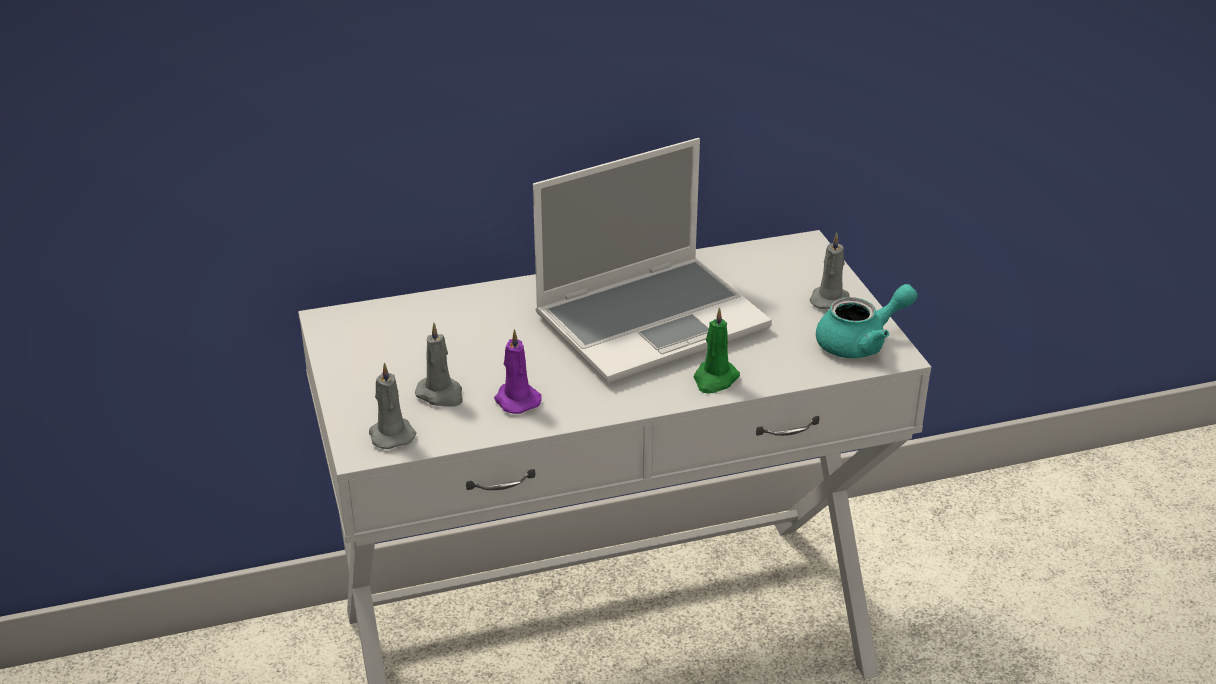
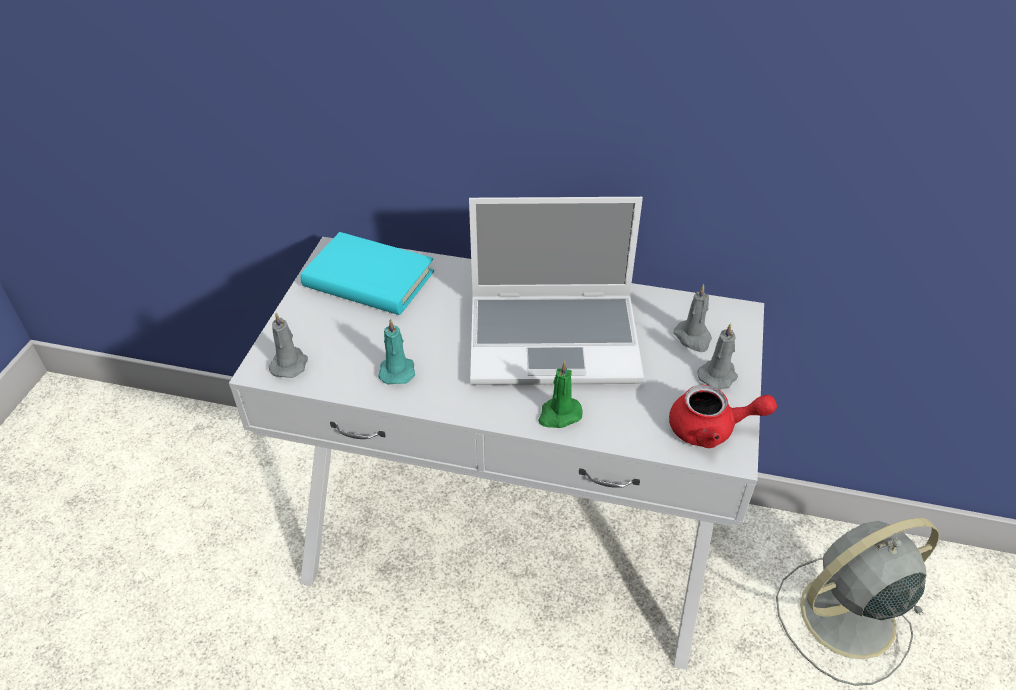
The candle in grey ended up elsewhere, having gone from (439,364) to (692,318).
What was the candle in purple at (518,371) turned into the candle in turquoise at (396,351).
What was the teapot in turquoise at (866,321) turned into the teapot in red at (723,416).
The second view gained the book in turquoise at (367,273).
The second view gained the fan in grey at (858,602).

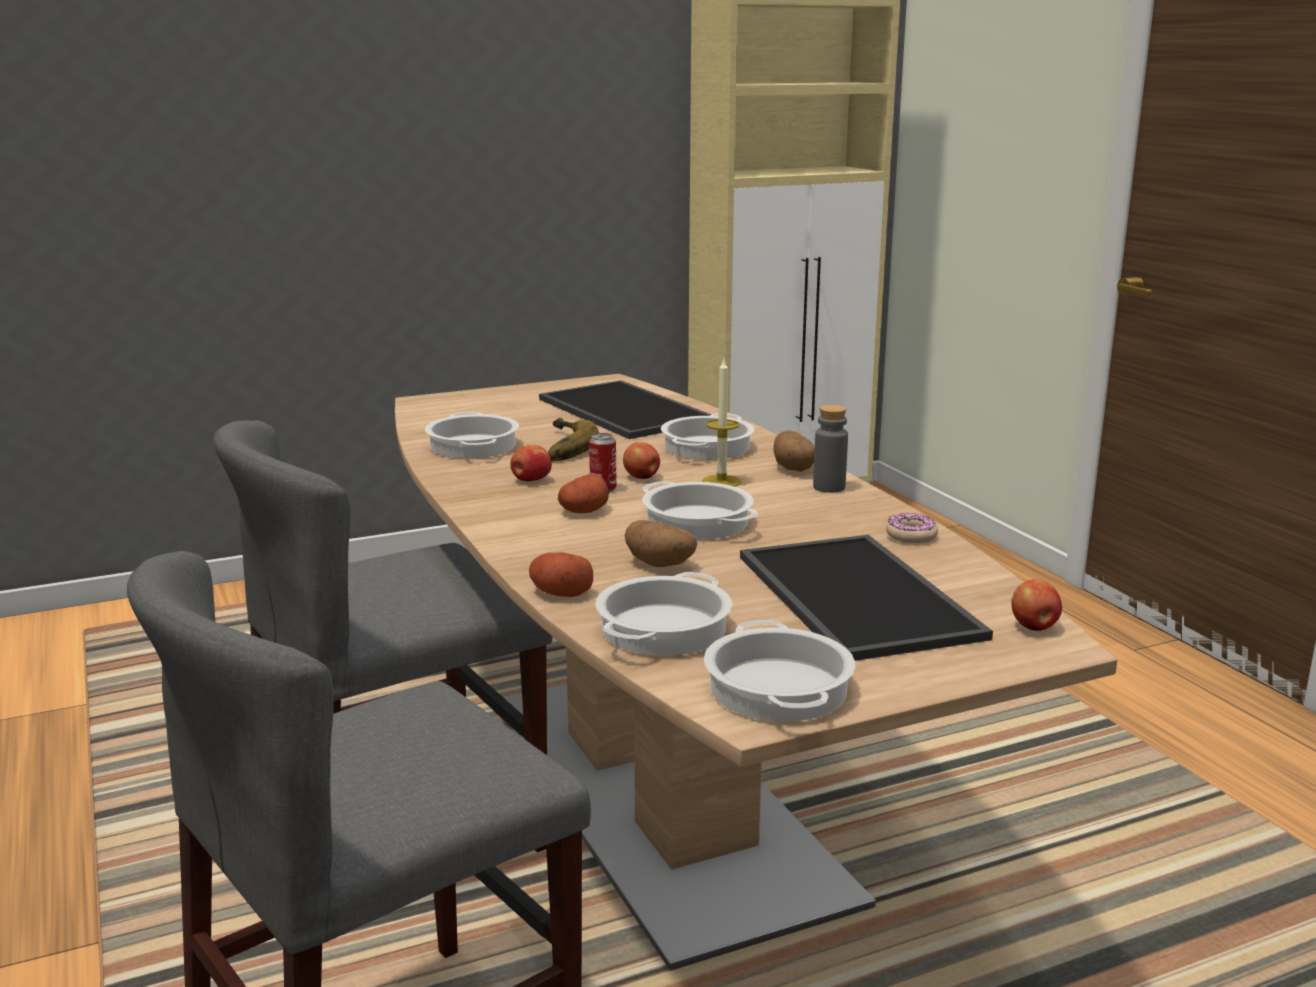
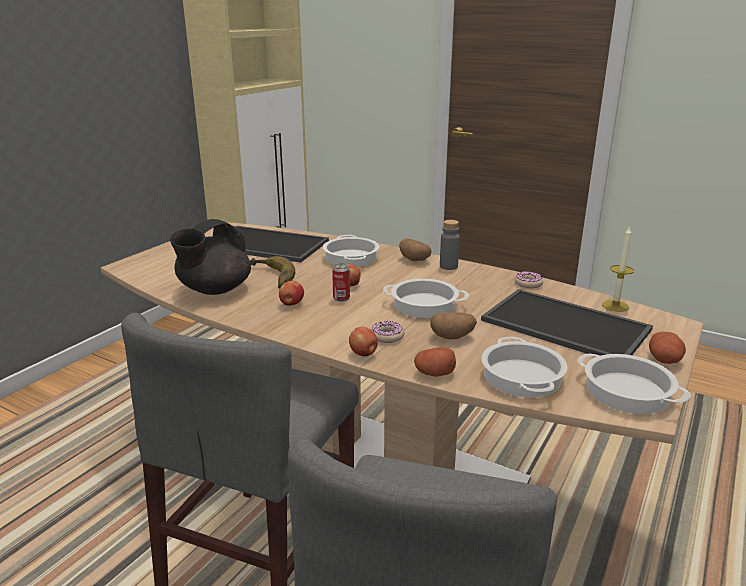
Where the cooking pot stood at (472,435), the teapot in black came to stand at (210,257).
The potato ended up elsewhere, having gone from (583,493) to (667,348).
The candle ended up elsewhere, having gone from (721,423) to (618,269).
The apple ended up elsewhere, having gone from (1036,605) to (363,341).
The second view gained the donut at (388,332).

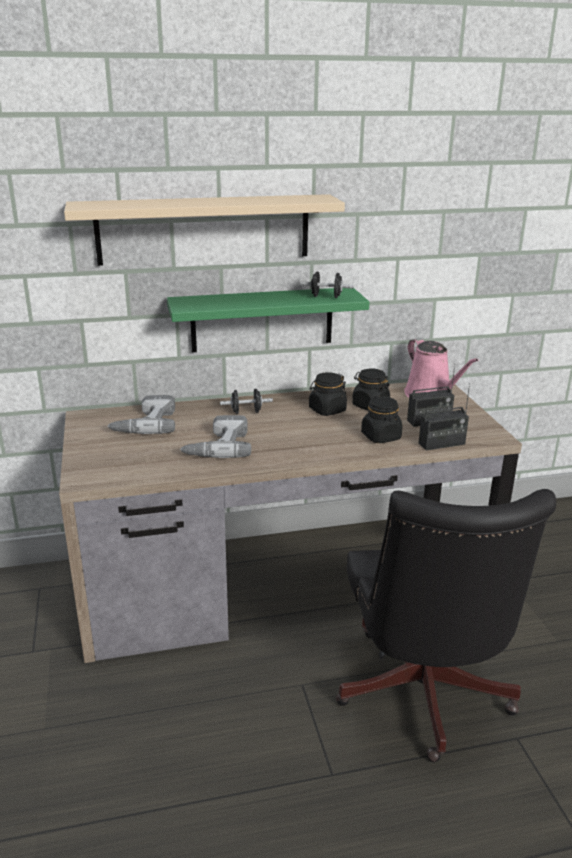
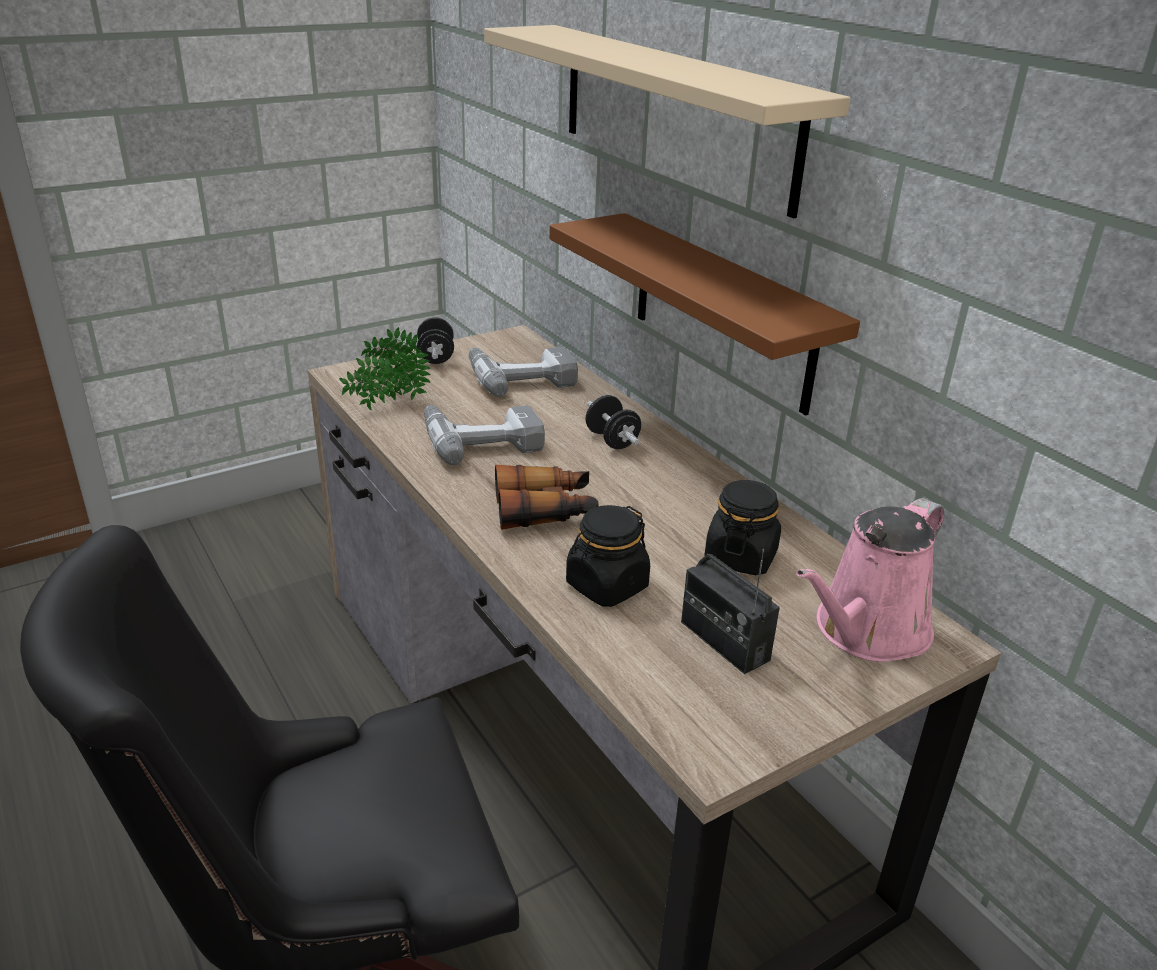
What was the shelf in green at (268,320) turned into the shelf in brown at (704,314).
The dumbbell in black ended up elsewhere, having gone from (327,285) to (435,340).
The second view lost the jar in black at (328,394).
The second view lost the radio at (444,417).
The second view gained the potted plant at (385,368).
The second view gained the binoculars at (547,497).

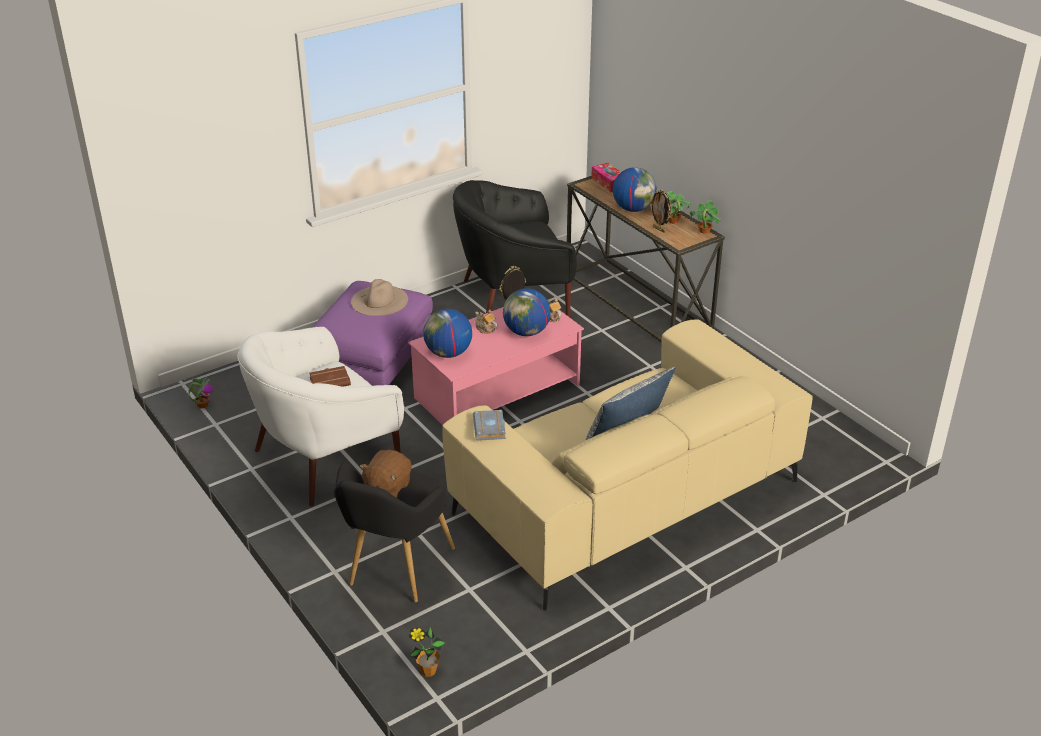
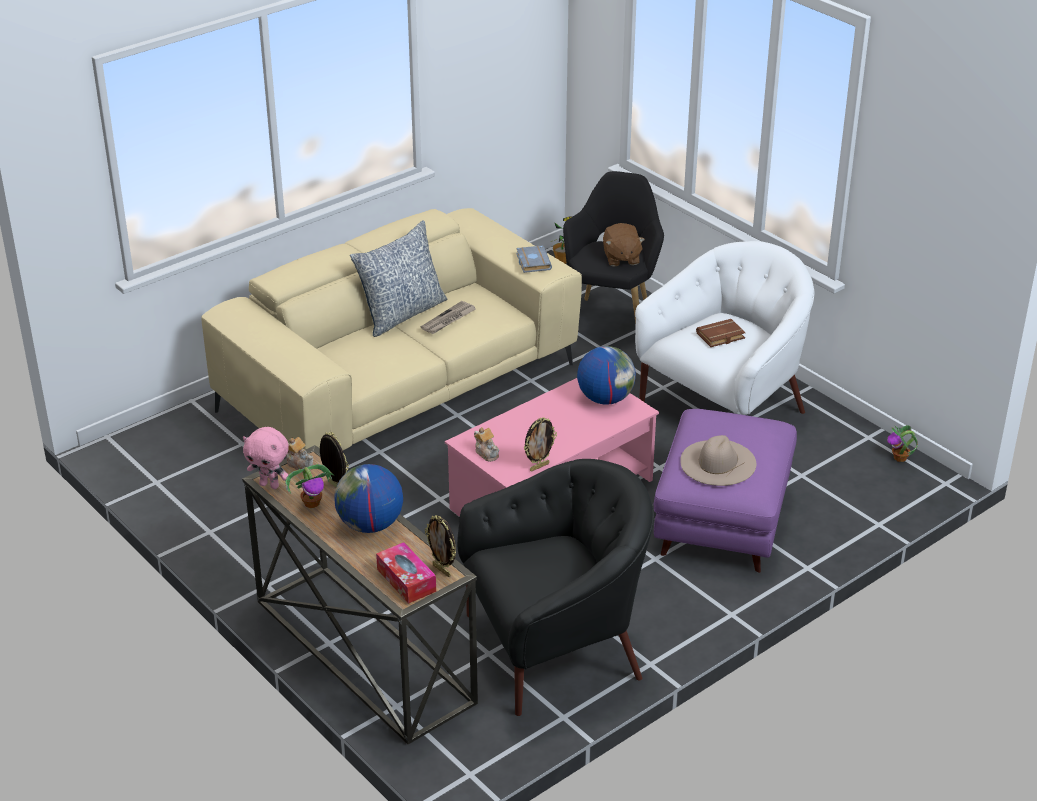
The plush toy in brown at (385,473) ended up facing another way, 150 degrees clockwise from before.
The teapot ended up elsewhere, having gone from (486,321) to (300,454).
The second view lost the globe at (527,312).
Where the potted plant stood at (706,217), the plush toy in pink came to stand at (266,458).
The second view gained the newspaper at (448,317).
The second view gained the picture frame at (440,546).

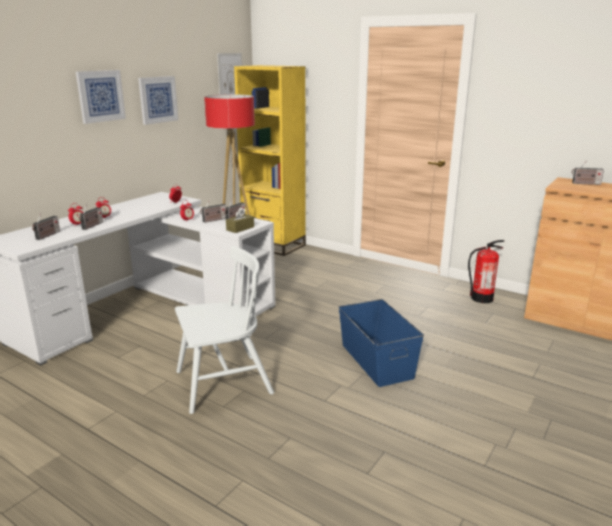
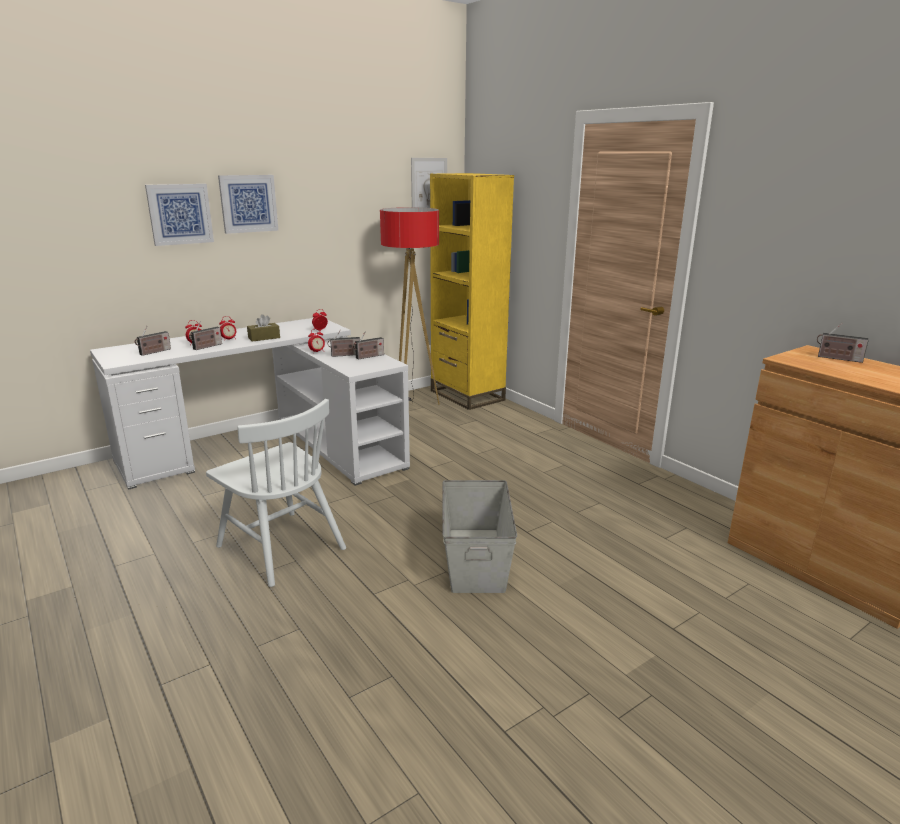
The picture ended up elsewhere, having gone from (158,100) to (179,215).
The chair in white at (224,330) ended up facing another way, 45 degrees clockwise from before.
The tissue box in brown ended up elsewhere, having gone from (240,220) to (263,328).
What was the storage box in blue at (381,343) turned into the storage box in grey at (480,536).
The second view lost the fire extinguisher at (486,271).

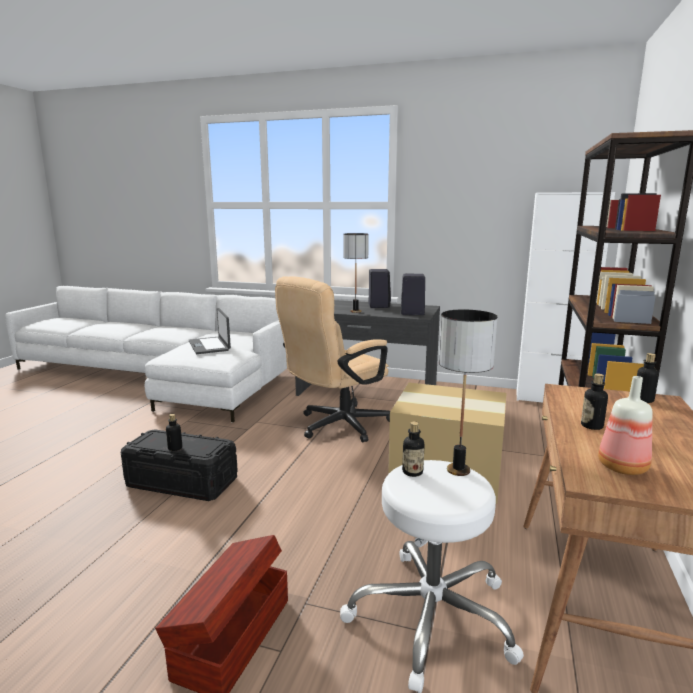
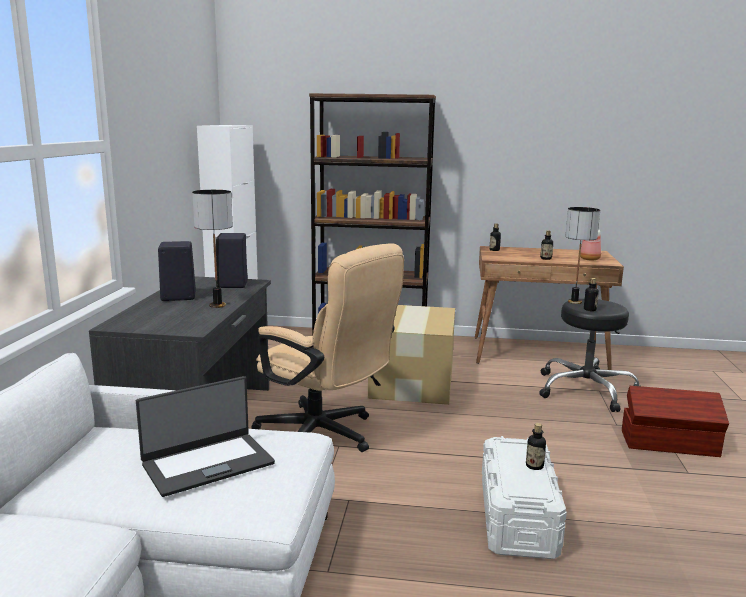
What was the storage box in black at (179,465) turned into the storage box in white at (524,497).
What was the stool in white at (432,576) turned into the stool in black at (589,355).

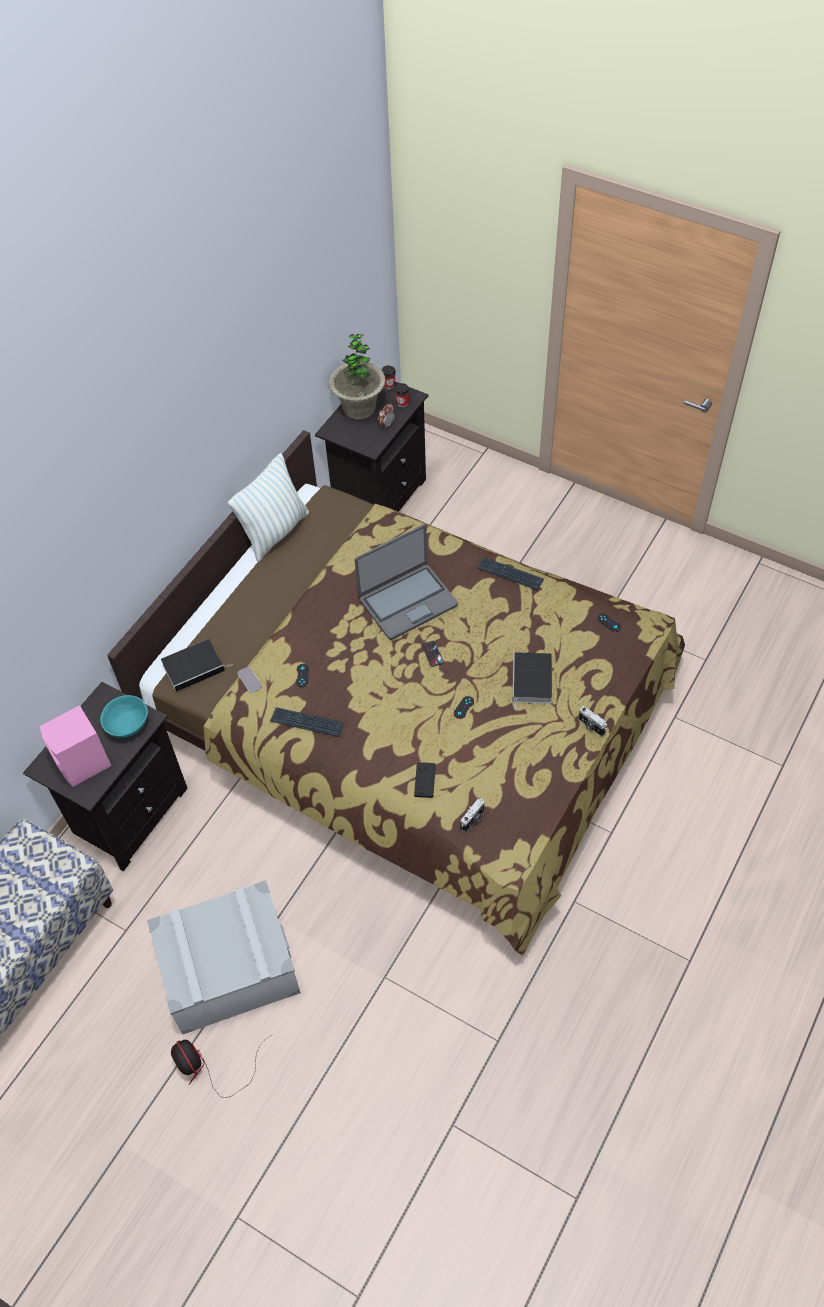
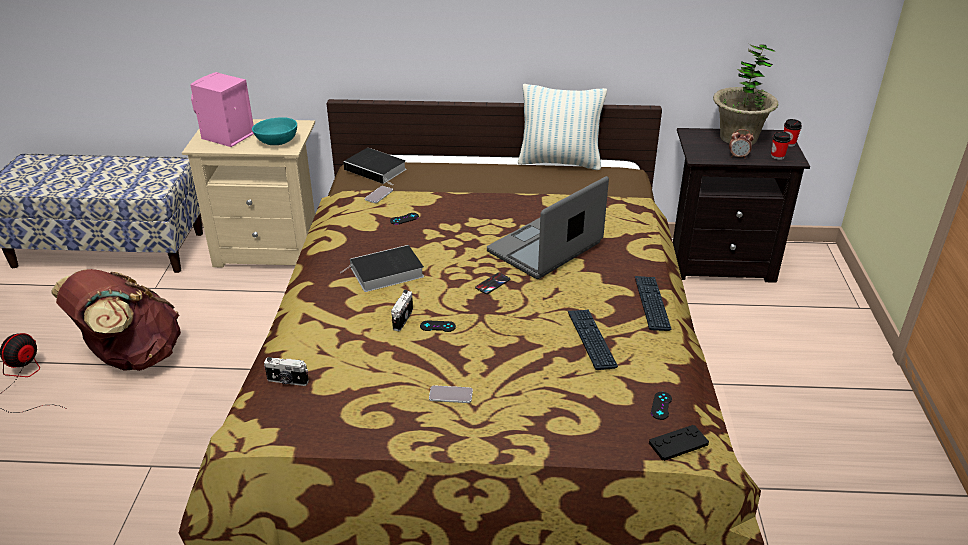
What was the nightstand in black at (105,776) turned into the nightstand in beige at (248,193).
Where the storage box in grey stood at (224,957), the backpack in brown came to stand at (116,320).
The keyboard ended up elsewhere, having gone from (307,722) to (593,339).
The laptop at (406,582) ended up facing another way, 105 degrees clockwise from before.
The game controller in black ended up elsewhere, having gone from (425,780) to (679,443).
The book ended up elsewhere, having gone from (532,681) to (382,268).
The photo camera ended up elsewhere, having gone from (592,721) to (402,310).
The second view gained the phone at (451,394).

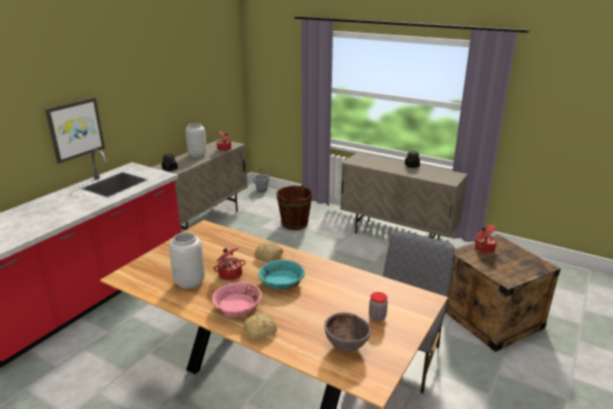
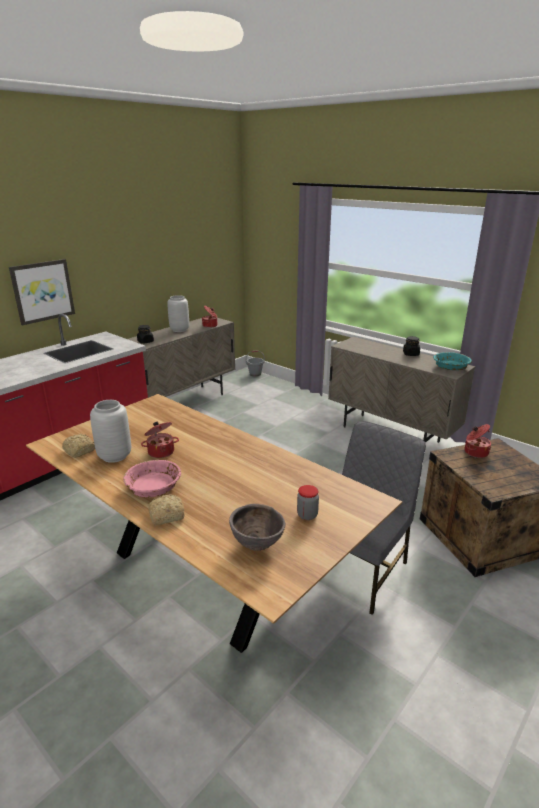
The bread ended up elsewhere, having gone from (269,252) to (78,446).
The bowl in turquoise ended up elsewhere, having gone from (281,275) to (452,361).
The second view lost the bucket in brown at (294,207).

